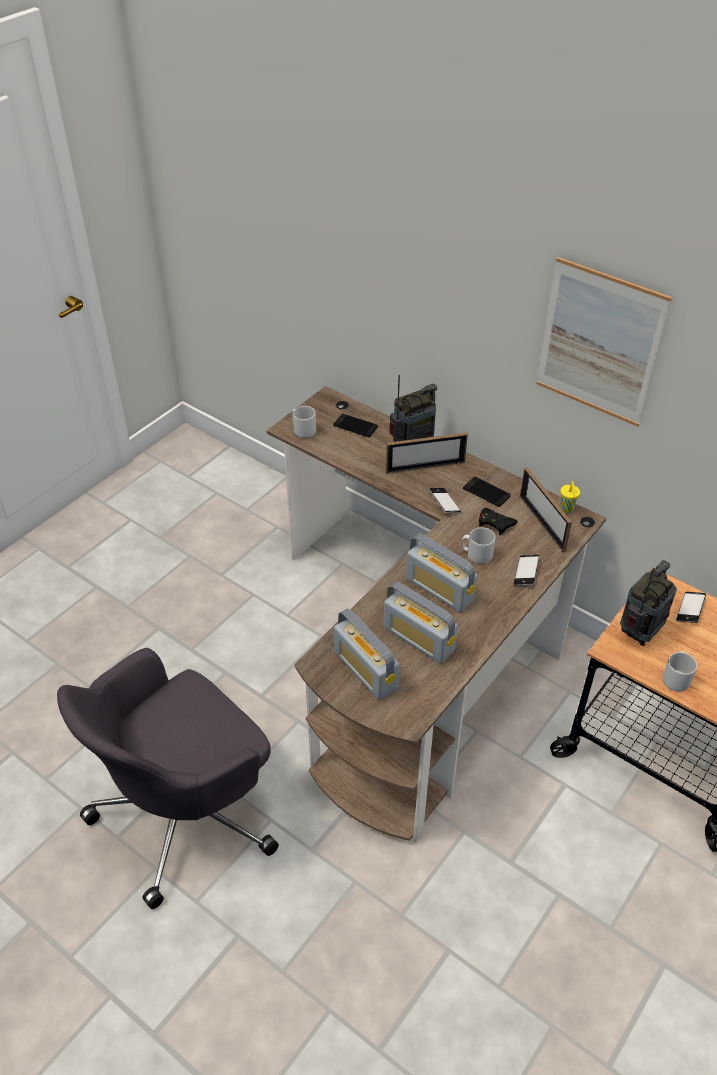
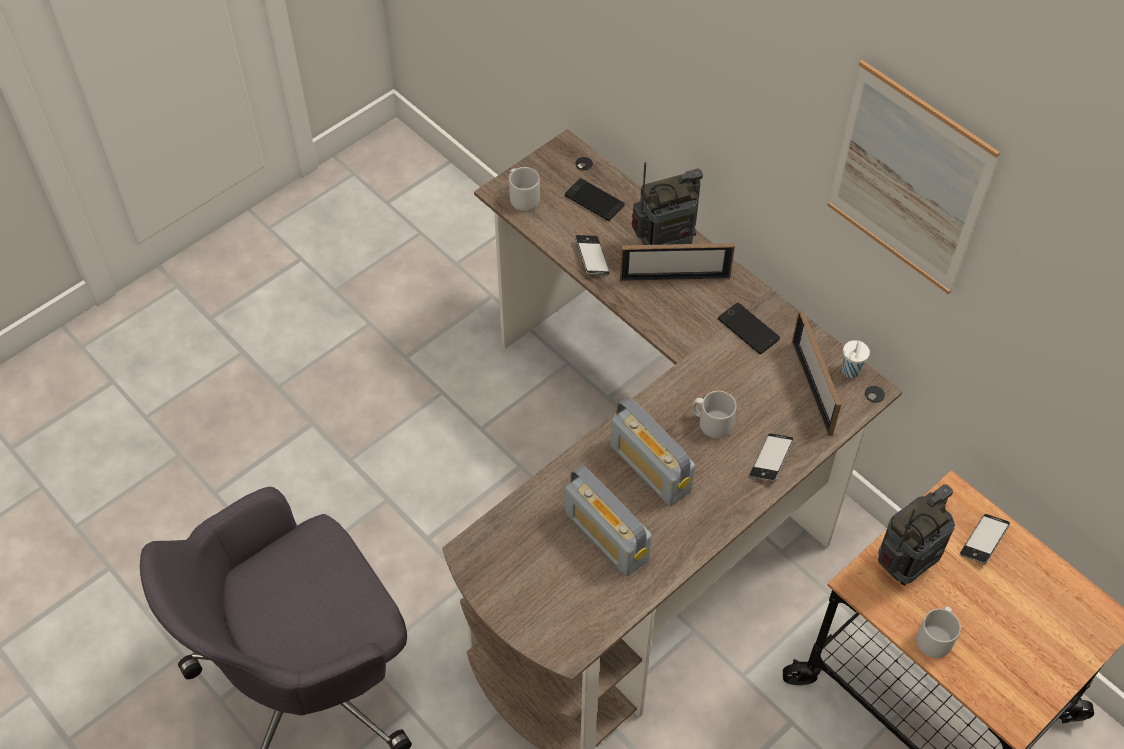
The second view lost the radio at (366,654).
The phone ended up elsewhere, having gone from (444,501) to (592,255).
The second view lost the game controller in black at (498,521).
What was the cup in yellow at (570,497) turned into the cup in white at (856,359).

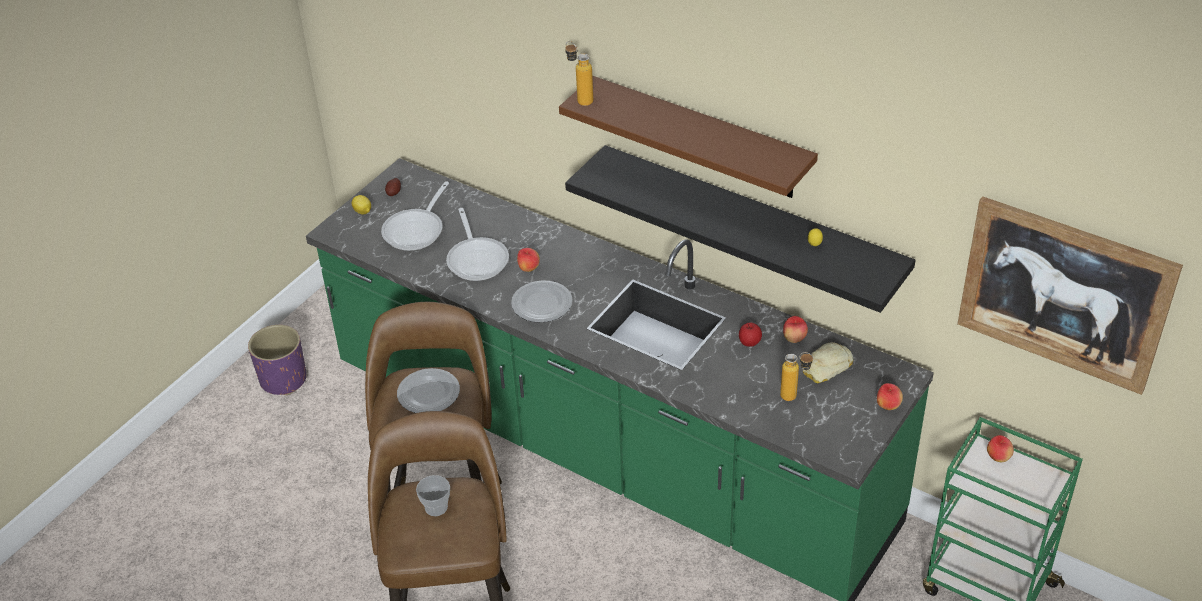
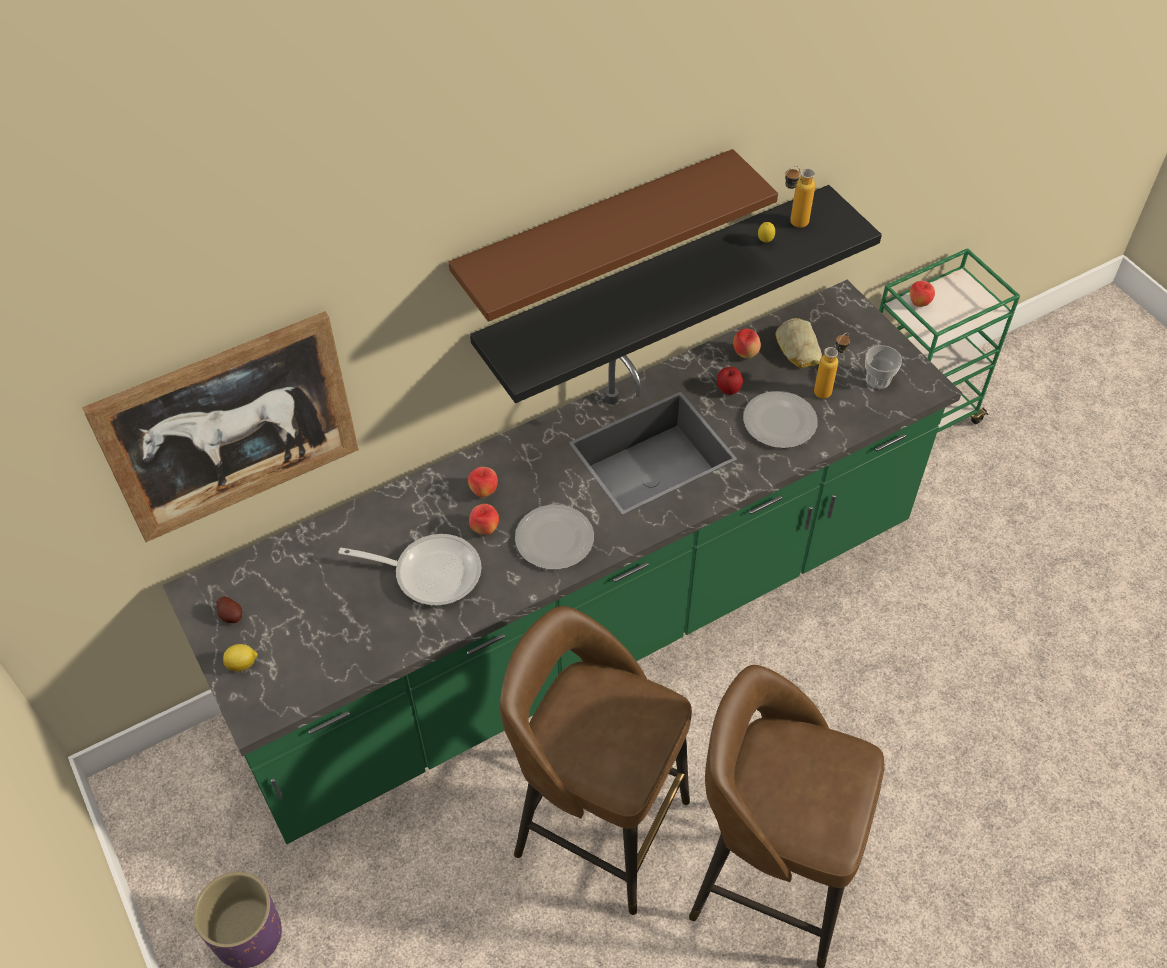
The second view lost the frying pan at (415,216).
The plate ended up elsewhere, having gone from (428,390) to (780,419).
The cup ended up elsewhere, having gone from (433,495) to (883,367).
The bottle ended up elsewhere, having gone from (579,73) to (800,197).
The apple ended up elsewhere, having gone from (890,396) to (483,482).
The picture ended up elsewhere, having gone from (1070,295) to (220,426).

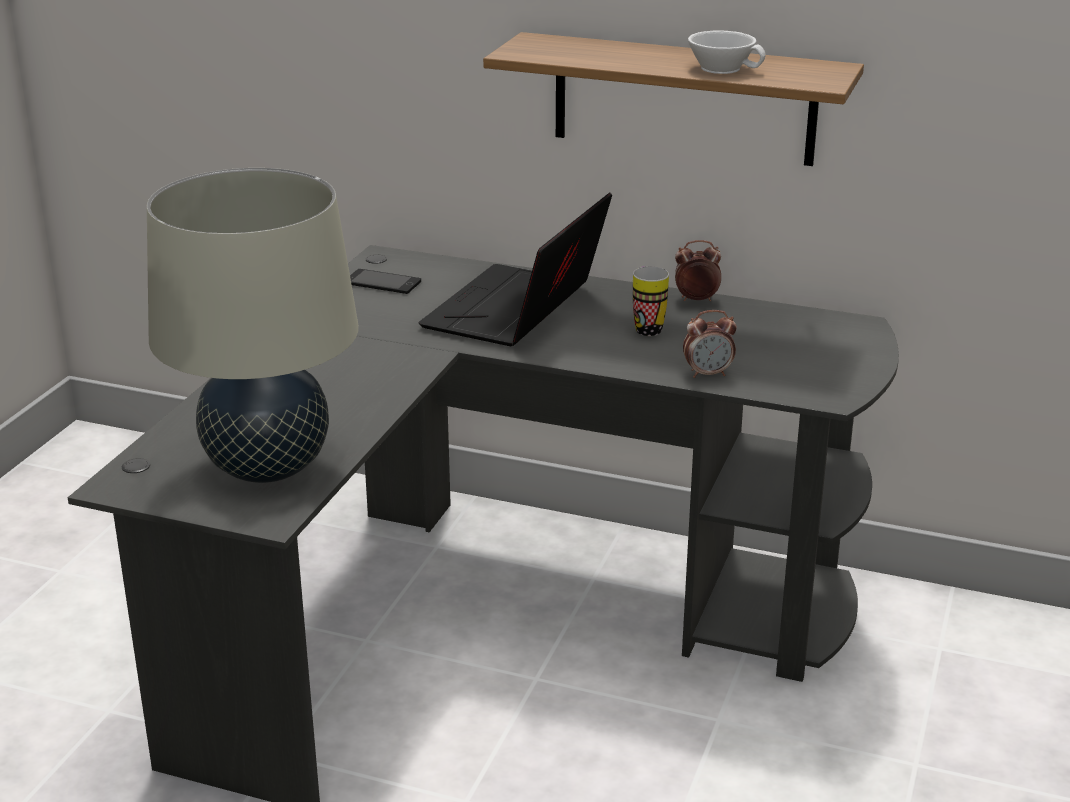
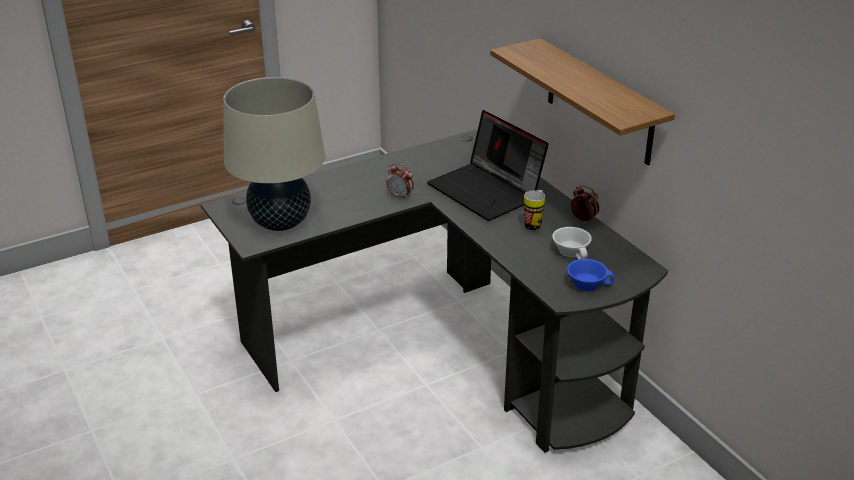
The second view lost the phone at (385,281).
The laptop at (515,269) ended up facing another way, 105 degrees counterclockwise from before.
The alarm clock ended up elsewhere, having gone from (710,344) to (400,181).
The cup in white ended up elsewhere, having gone from (727,52) to (572,243).
The second view gained the cup in blue at (591,275).

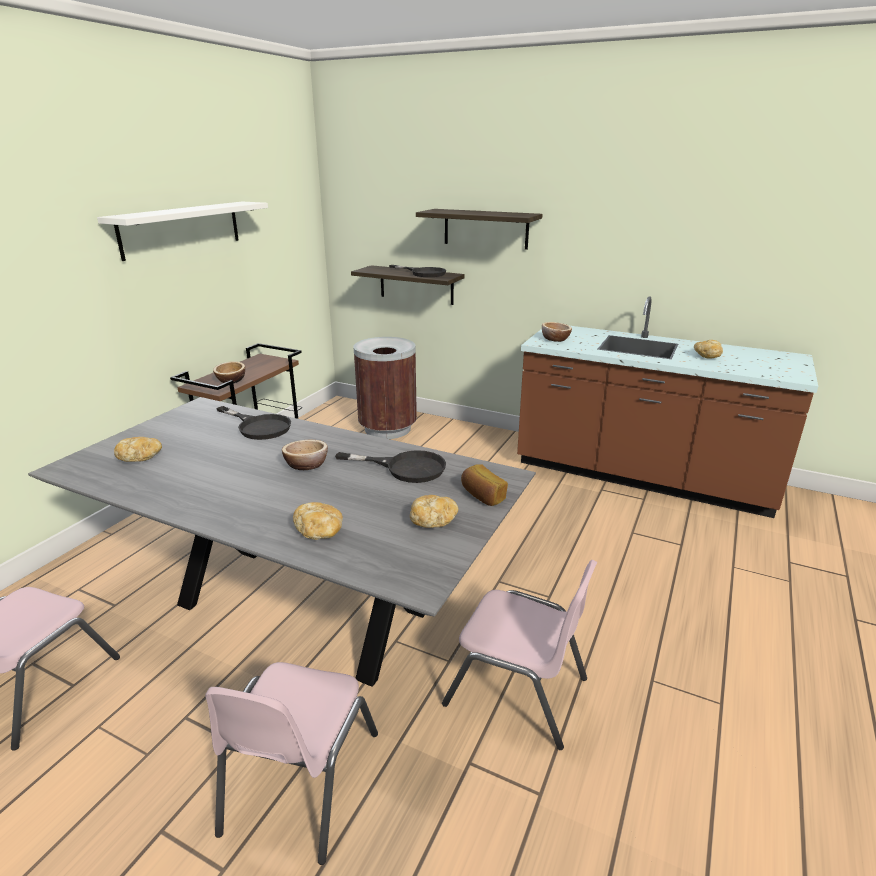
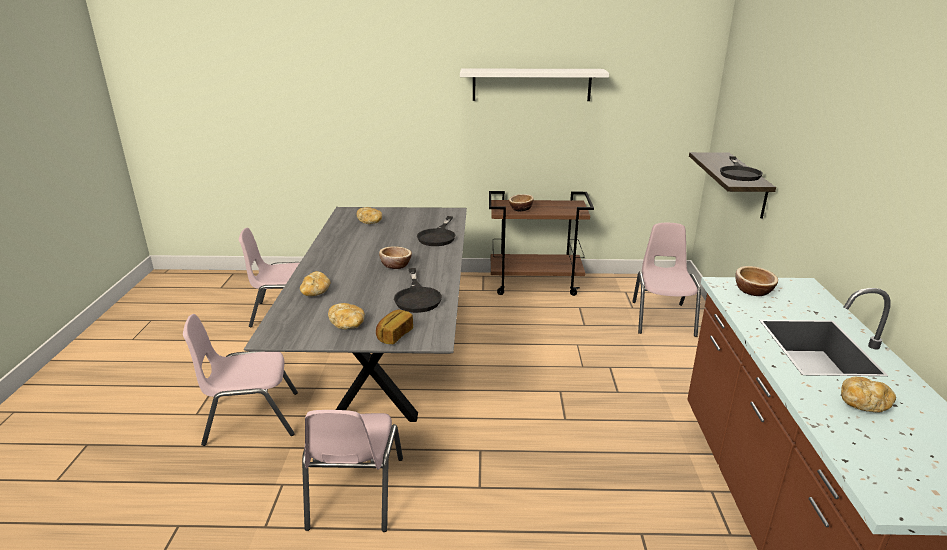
Where the trash can in brown stood at (385,388), the chair in pink came to stand at (666,280).
The second view lost the shelf at (479,229).

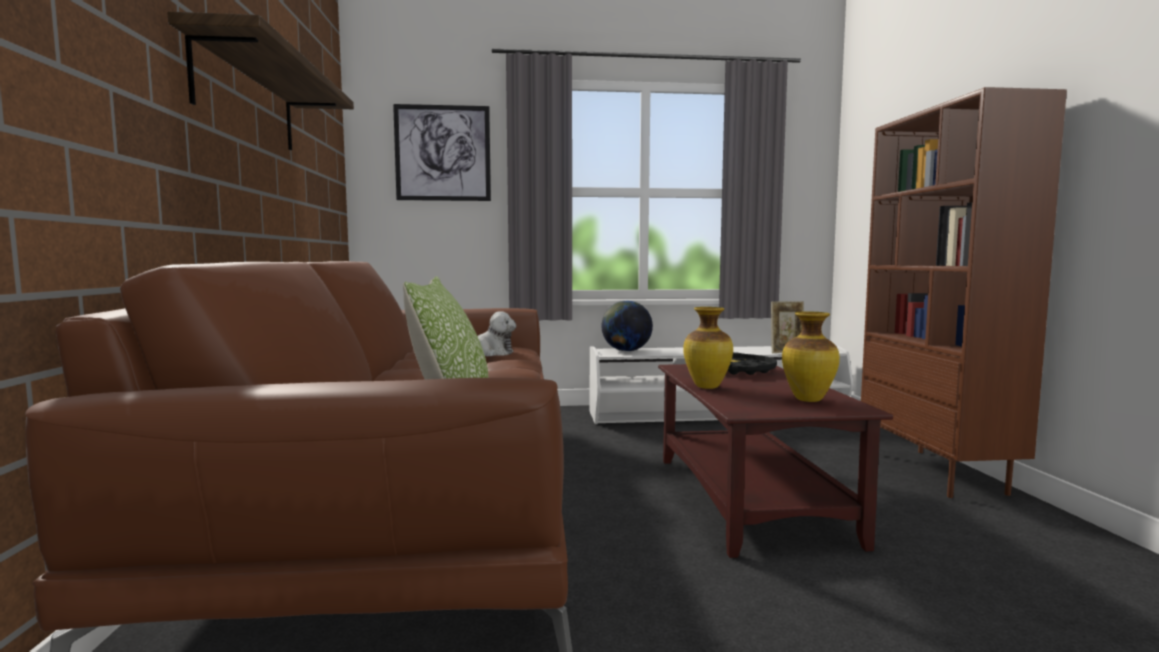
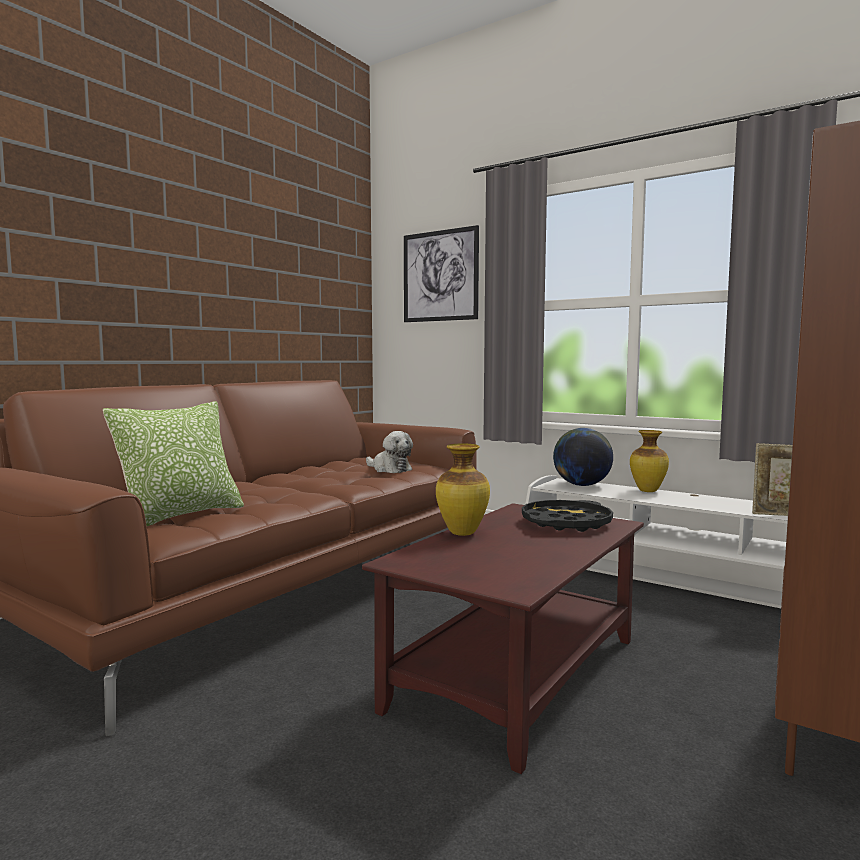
The second view lost the shelf at (260,81).
The vase ended up elsewhere, having gone from (811,356) to (649,461).

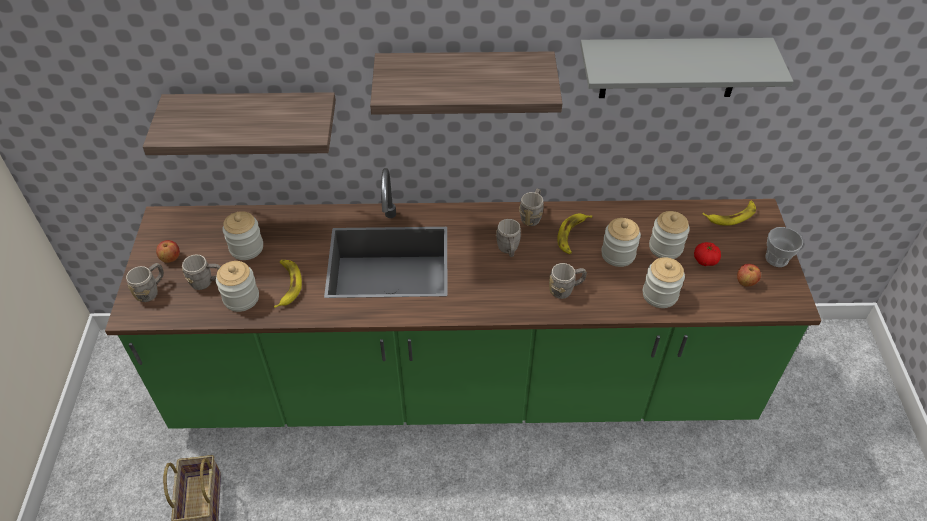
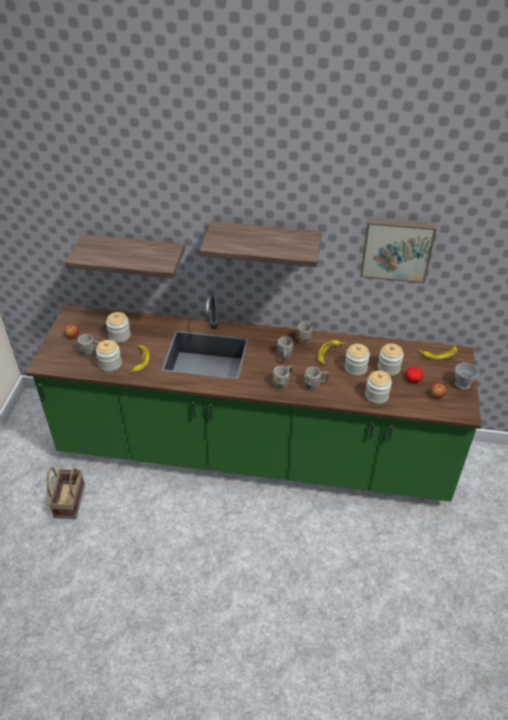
The mug in grey ended up elsewhere, having gone from (145,282) to (283,377).
Where the shelf in grey hung at (686,68), the picture came to hang at (398,251).

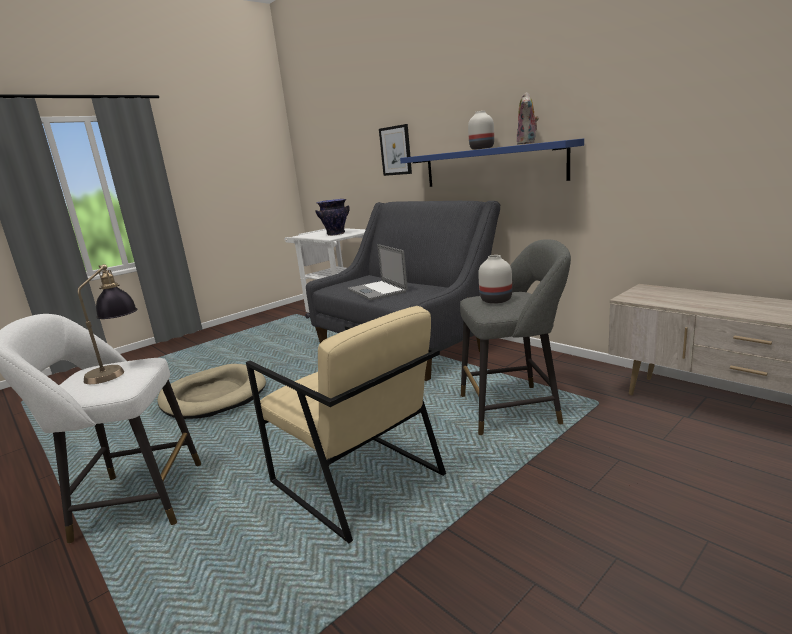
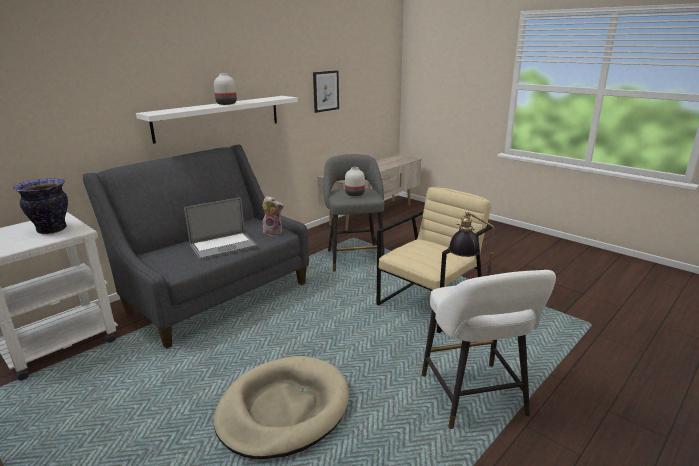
The picture ended up elsewhere, having gone from (395,150) to (326,91).
What was the shelf in blue at (492,162) turned into the shelf in white at (217,120).
The plush toy ended up elsewhere, having gone from (528,118) to (273,216).

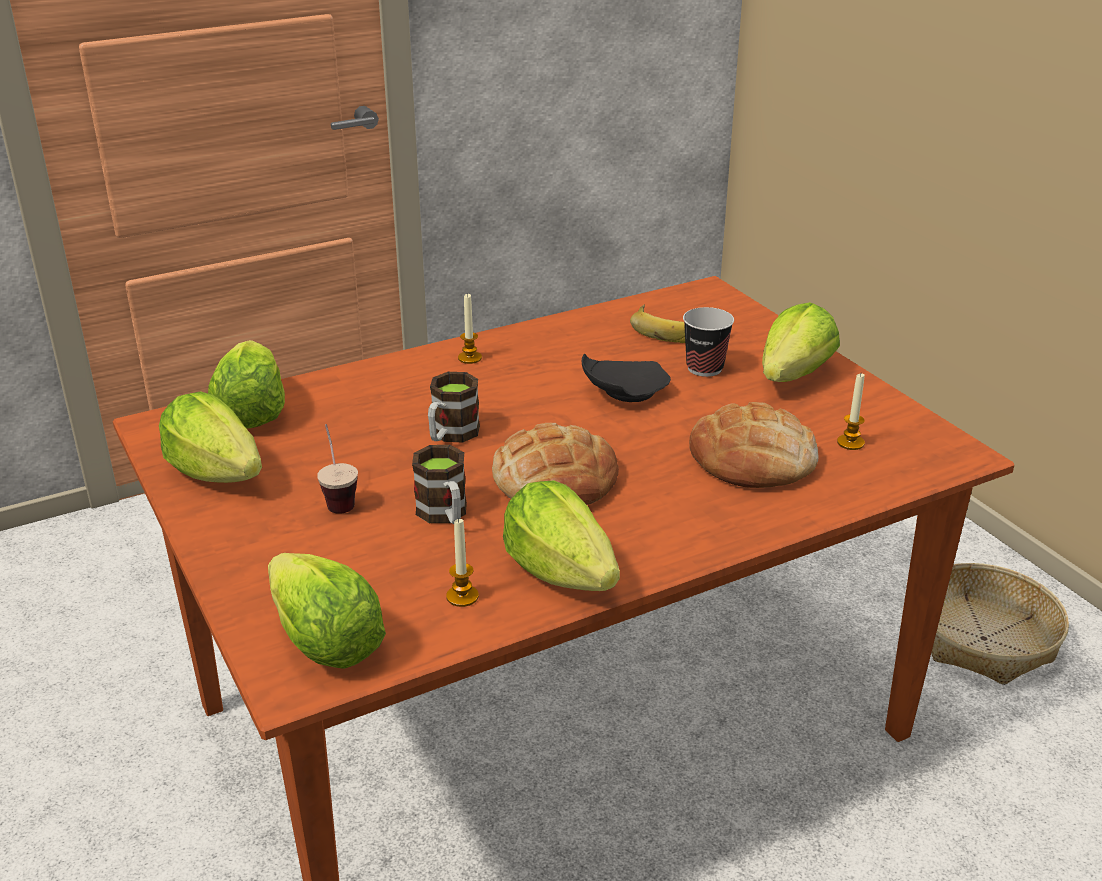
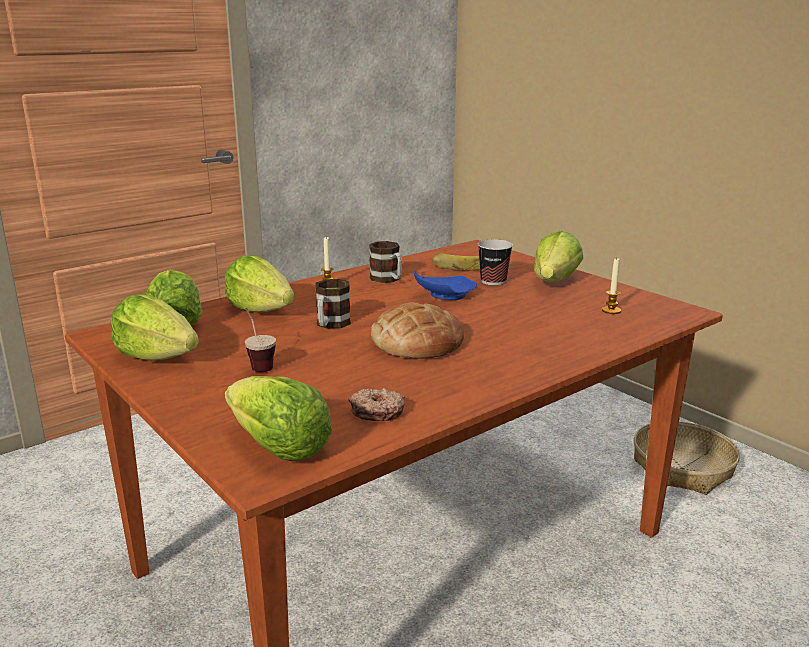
The mug ended up elsewhere, having gone from (439,484) to (385,262).
Where the candle stood at (462,562), the donut came to stand at (377,404).
The lettuce ended up elsewhere, having gone from (561,535) to (260,284).
What was the plate in black at (626,378) turned into the plate in blue at (445,285).
The second view lost the bread at (753,445).

